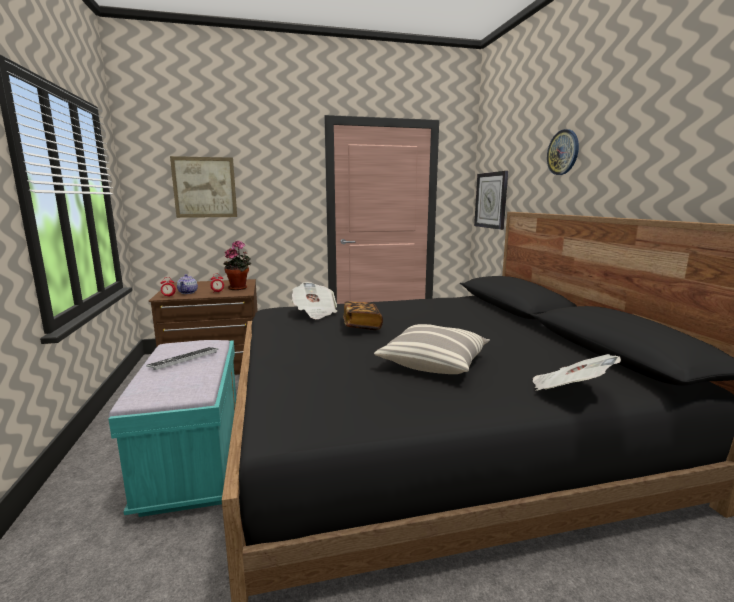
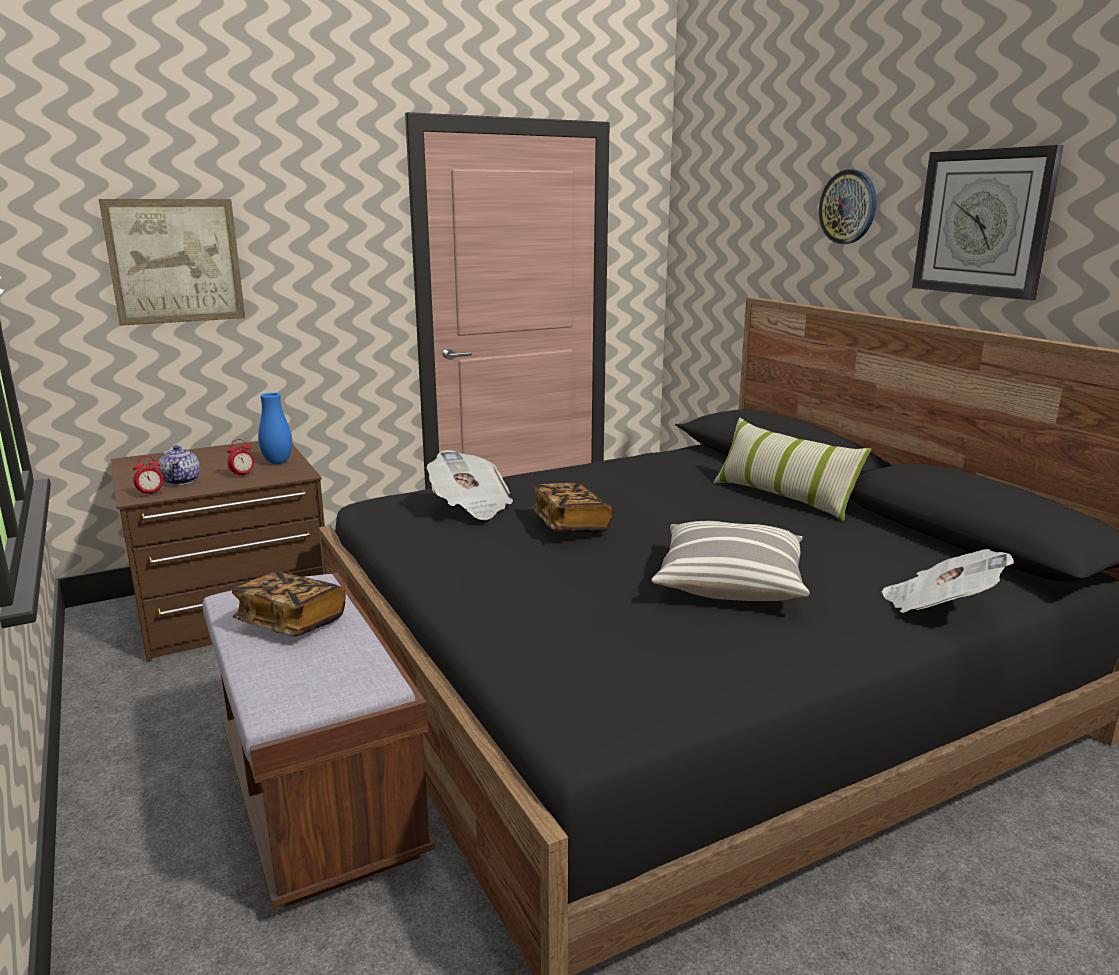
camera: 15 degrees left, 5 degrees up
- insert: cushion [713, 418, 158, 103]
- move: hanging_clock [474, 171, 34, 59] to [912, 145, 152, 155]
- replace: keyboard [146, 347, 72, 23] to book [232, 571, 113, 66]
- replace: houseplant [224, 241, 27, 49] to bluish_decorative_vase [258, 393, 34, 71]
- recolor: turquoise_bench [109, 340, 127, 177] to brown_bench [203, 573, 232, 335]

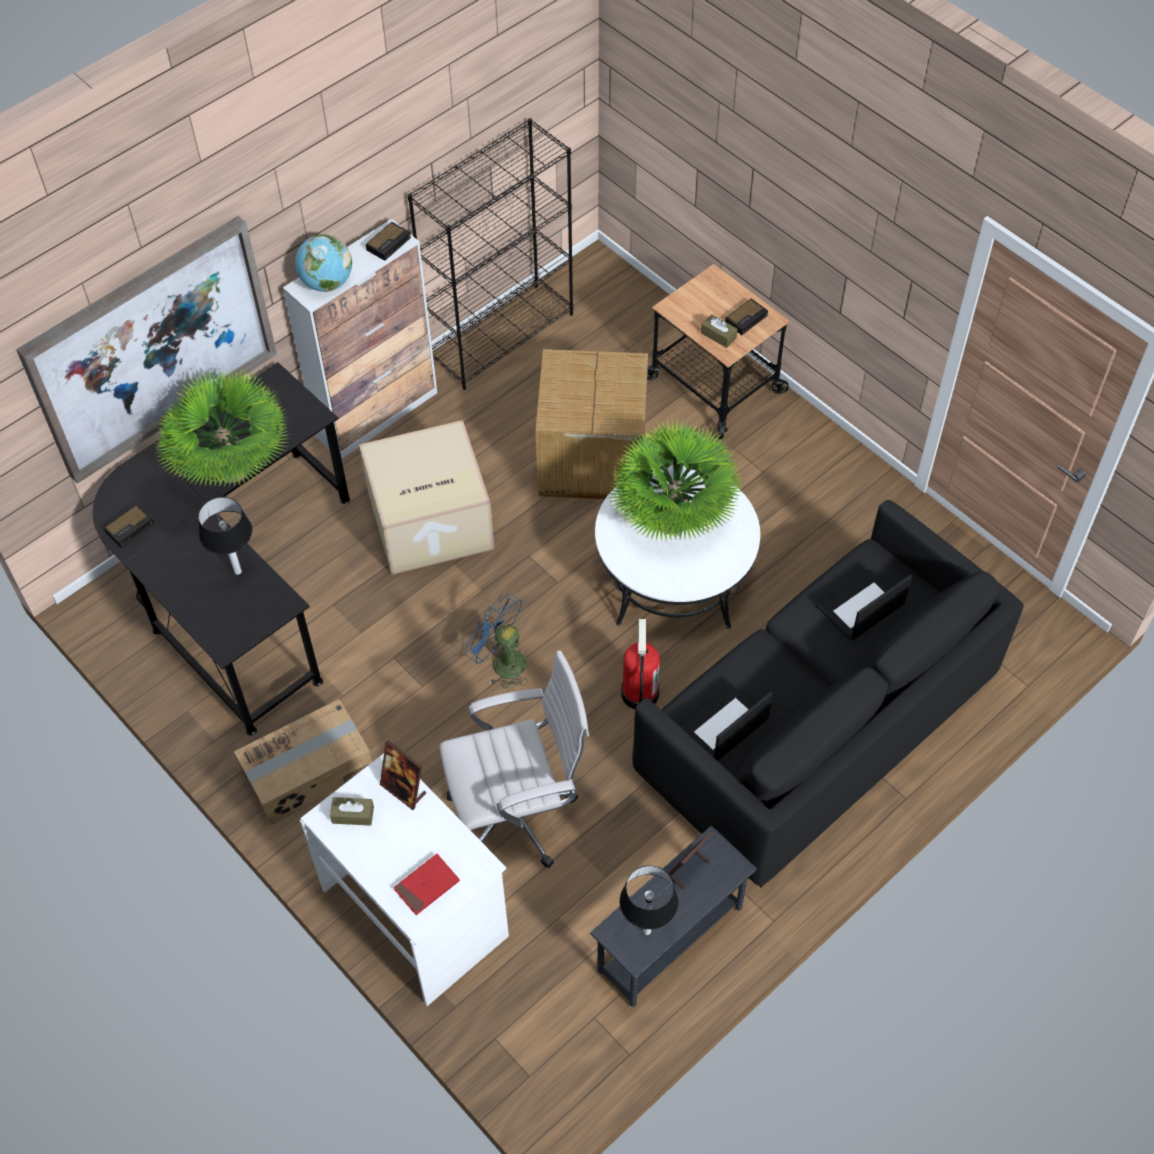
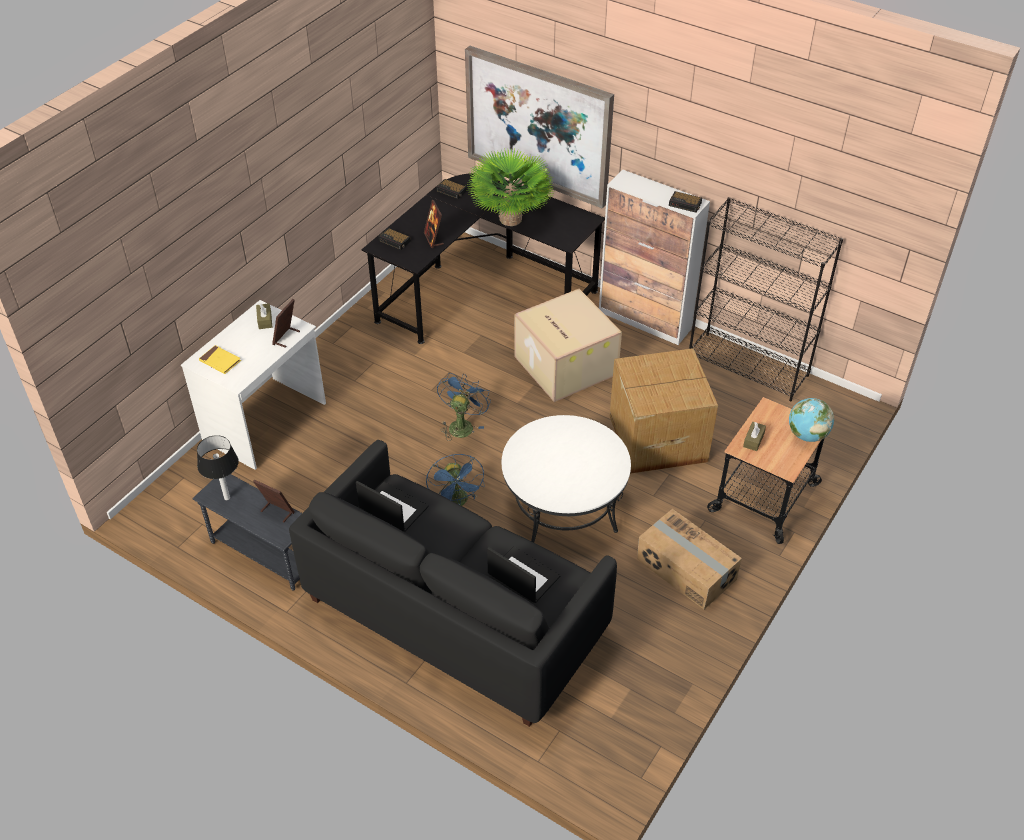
camera: 75 degrees right, 10 degrees down
- delete: white_computer_chair [440, 650, 149, 218]
- delete: houseplant [607, 419, 135, 123]
- move: packing_box [234, 699, 138, 126] to [637, 509, 105, 100]
- move: world_globe [295, 234, 57, 58] to [789, 398, 45, 44]
- move: table_clock [725, 298, 43, 37] to [378, 228, 33, 22]
- replace: table_lamp [198, 497, 54, 78] to picture_frame [424, 200, 20, 48]
- replace: fire_extinguisher [621, 619, 39, 90] to bluish_fan [426, 454, 59, 52]
- recolor: red_book [394, 854, 66, 61] to yellow_book [199, 345, 42, 29]

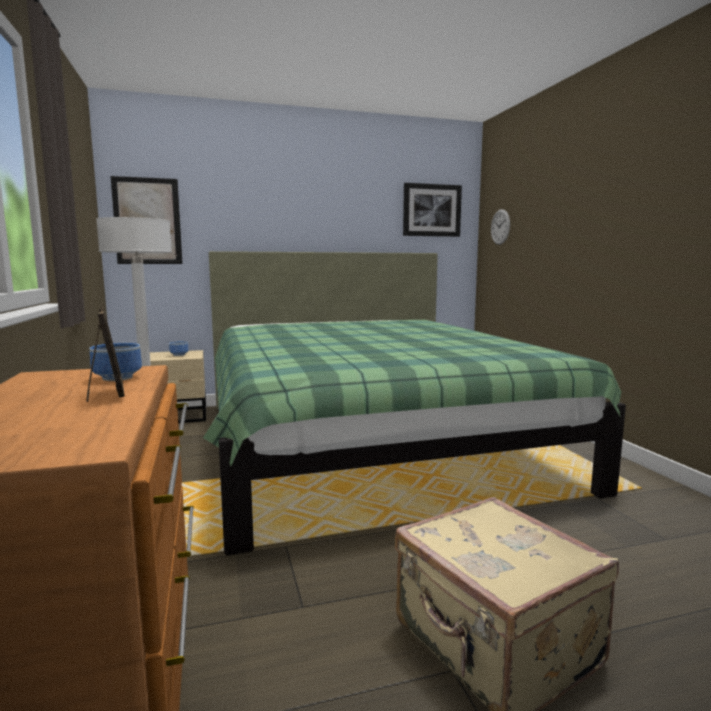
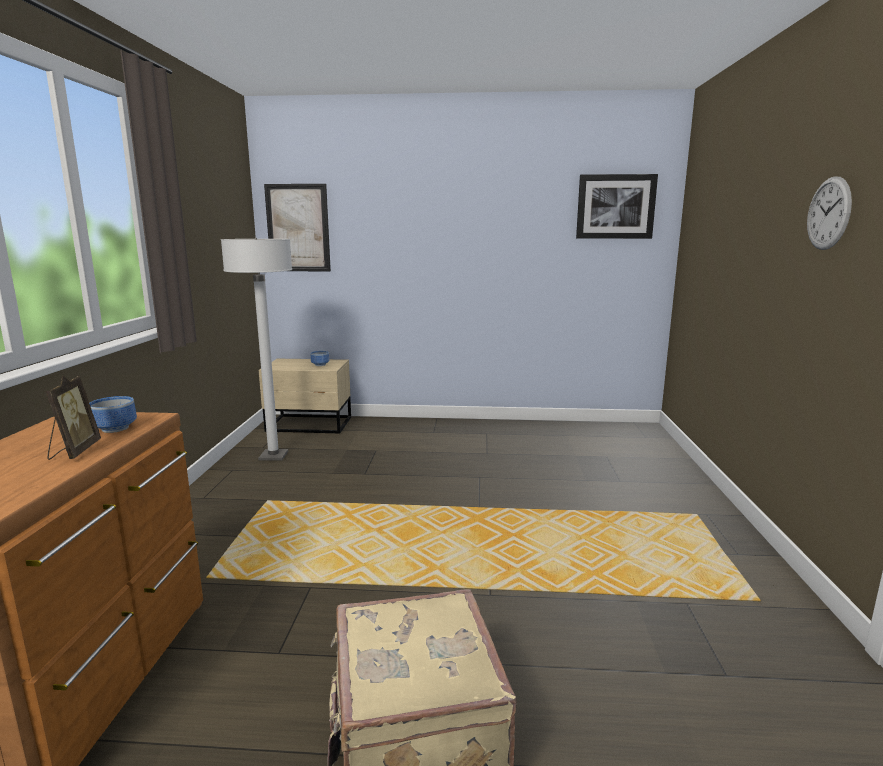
camera: 20 degrees right, 5 degrees up
- delete: greenish_bedroom_bed [203, 251, 423, 304]
- move: hanging_clock [491, 209, 19, 36] to [807, 176, 45, 74]

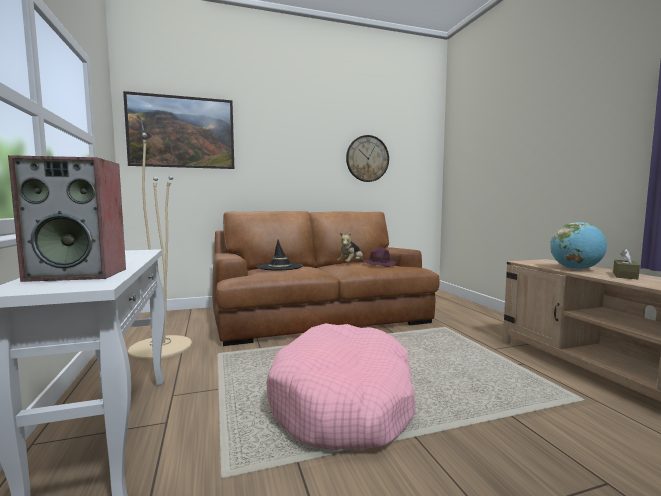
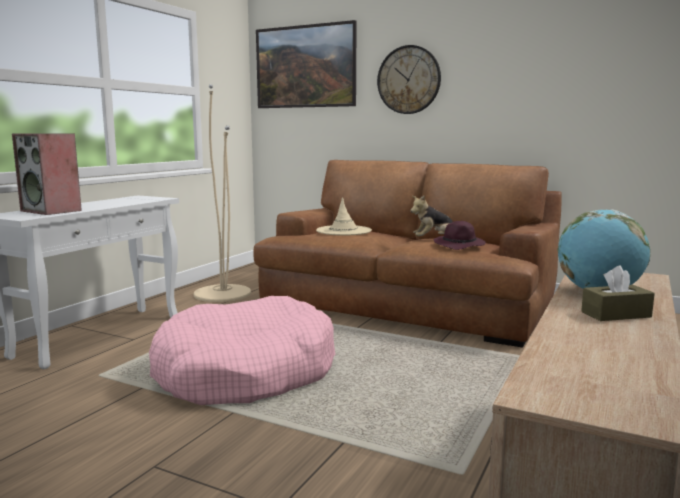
camera: 45 degrees right, 5 degrees up
- move: hanging_clock [346, 135, 43, 47] to [377, 45, 64, 69]
- recolor: black-coloured_hat [257, 239, 46, 32] to beige-coloured_hat [316, 197, 56, 39]

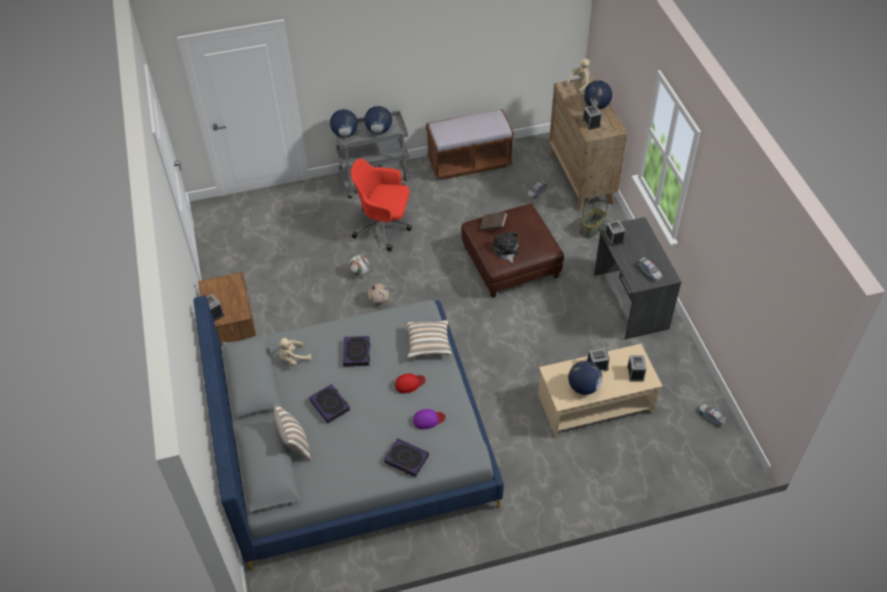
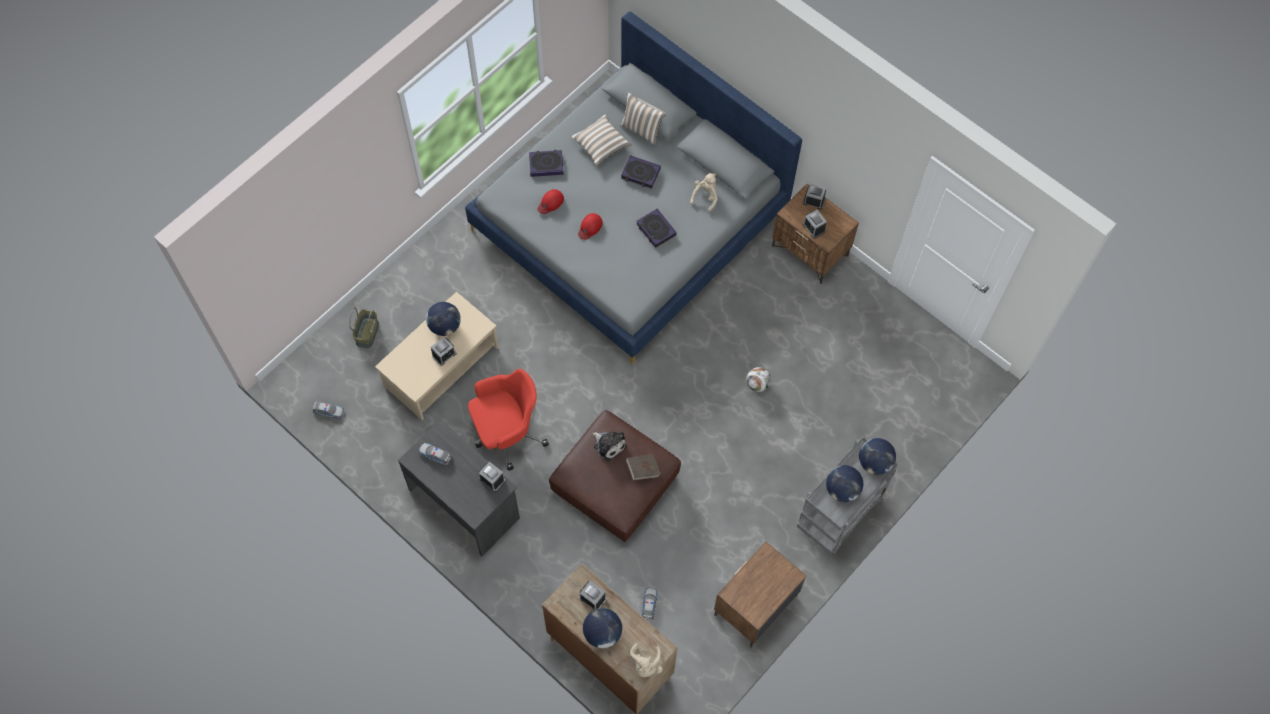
camera: 145 degrees right, 15 degrees up
- delete: football_ball [368, 284, 21, 21]
- move: red_computer_chair [351, 158, 61, 93] to [468, 369, 81, 102]
- move: cushion [405, 320, 47, 39] to [571, 114, 61, 52]
- move: basket [579, 197, 28, 42] to [349, 307, 30, 41]
- move: table_clock [627, 356, 19, 26] to [803, 210, 24, 29]
- replace: brown_bench [426, 109, 88, 71] to brown_bedside_table [714, 542, 93, 106]
- recolor: purple_cap [413, 409, 33, 20] to red_cap [538, 189, 26, 25]

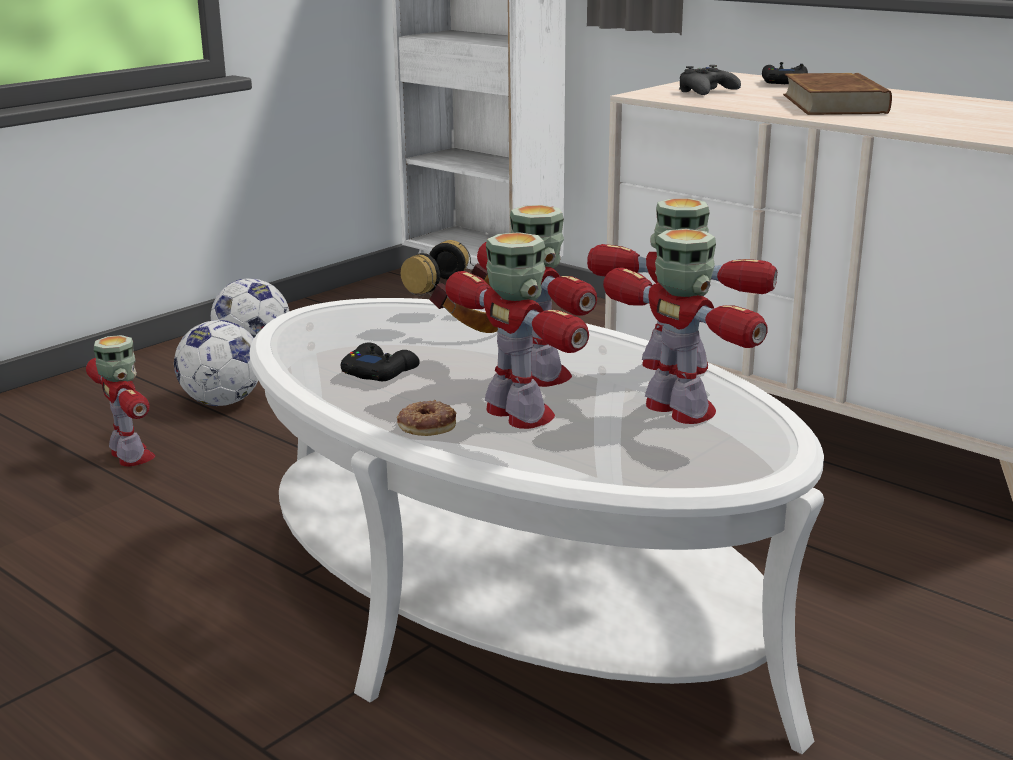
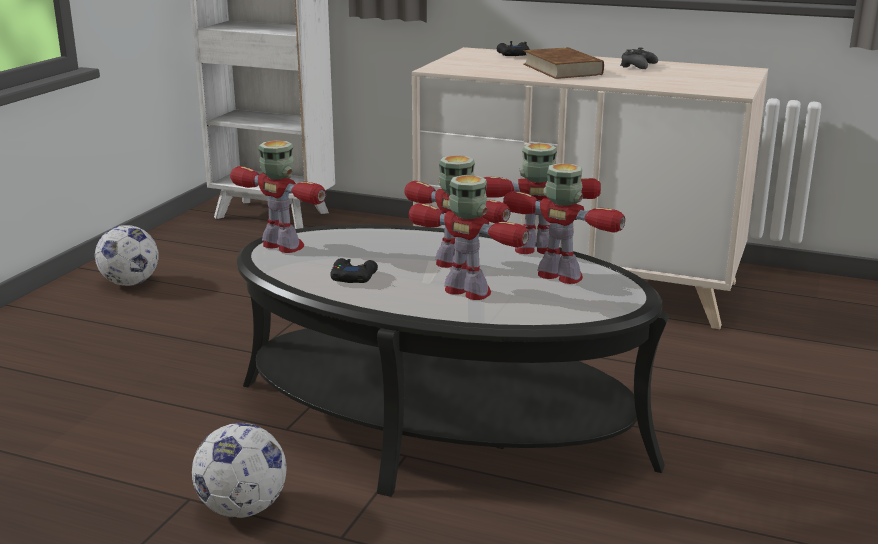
camera: 20 degrees left, 0 degrees up
- delete: ring_doughnut [397, 400, 59, 36]
- delete: pair_of_headphones [401, 240, 97, 93]
- move: toy_robot [86, 335, 69, 132] to [230, 140, 96, 113]
- move: football_ball [174, 320, 84, 86] to [192, 423, 95, 95]
- move: black-coloured_joypad [679, 65, 62, 30] to [620, 48, 38, 21]
- recolor: white_lounge_table [249, 298, 575, 456] to black-coloured_lounge_table [237, 225, 432, 272]

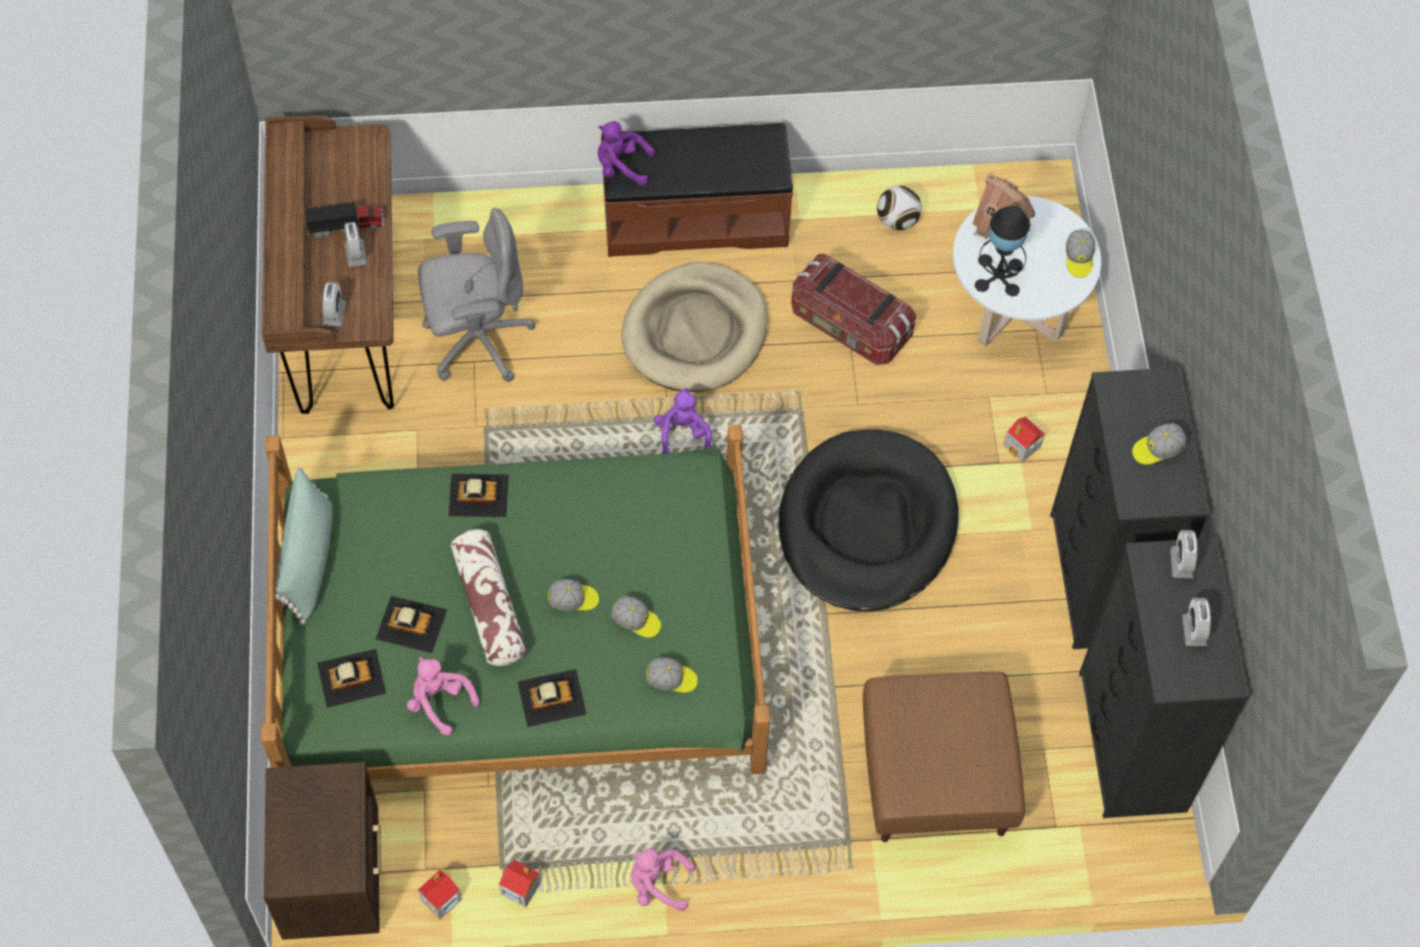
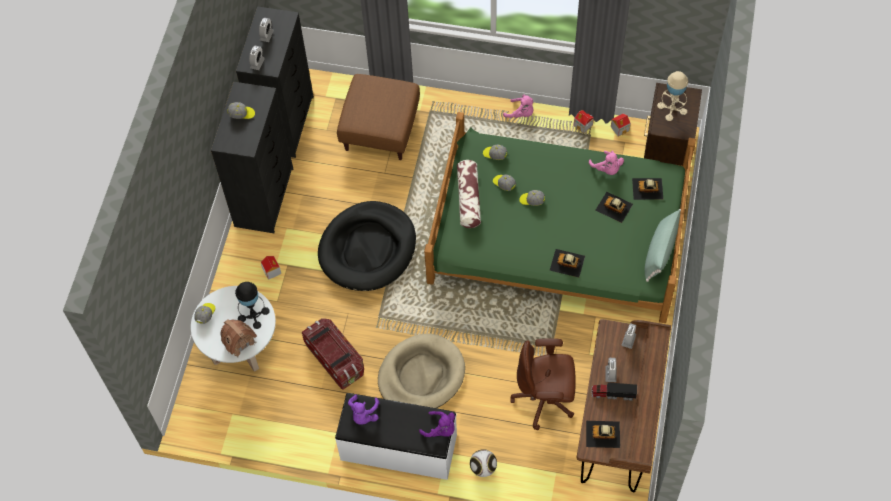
camera: 160 degrees left, 0 degrees up
- insert: beige-coloured_table_lamp [657, 71, 31, 50]
- move: cushion [451, 529, 76, 137] to [457, 160, 24, 68]
- move: model_car [517, 669, 70, 58] to [586, 421, 34, 27]
- move: purple_cuddly_toy [654, 387, 58, 67] to [348, 394, 31, 30]
- move: football_ball [877, 186, 45, 44] to [470, 449, 27, 28]
- recolor: gray_computer_chair [418, 208, 117, 174] to brown_computer_chair [510, 338, 66, 92]
- recolor: brown_bench [601, 123, 192, 134] to white_bench [335, 393, 122, 87]

